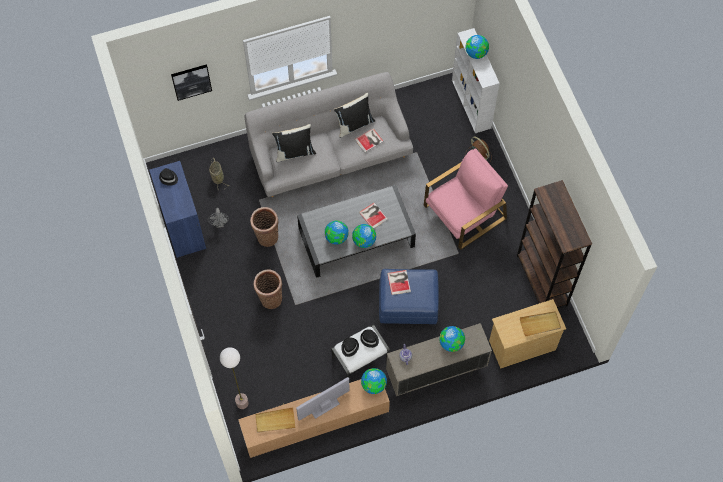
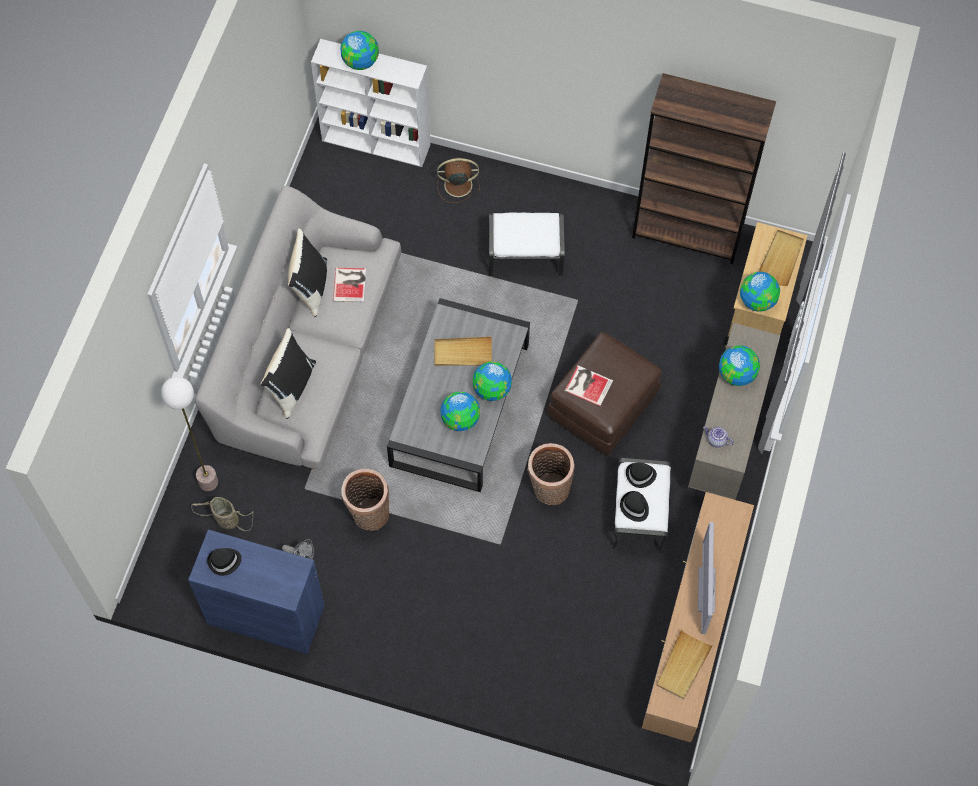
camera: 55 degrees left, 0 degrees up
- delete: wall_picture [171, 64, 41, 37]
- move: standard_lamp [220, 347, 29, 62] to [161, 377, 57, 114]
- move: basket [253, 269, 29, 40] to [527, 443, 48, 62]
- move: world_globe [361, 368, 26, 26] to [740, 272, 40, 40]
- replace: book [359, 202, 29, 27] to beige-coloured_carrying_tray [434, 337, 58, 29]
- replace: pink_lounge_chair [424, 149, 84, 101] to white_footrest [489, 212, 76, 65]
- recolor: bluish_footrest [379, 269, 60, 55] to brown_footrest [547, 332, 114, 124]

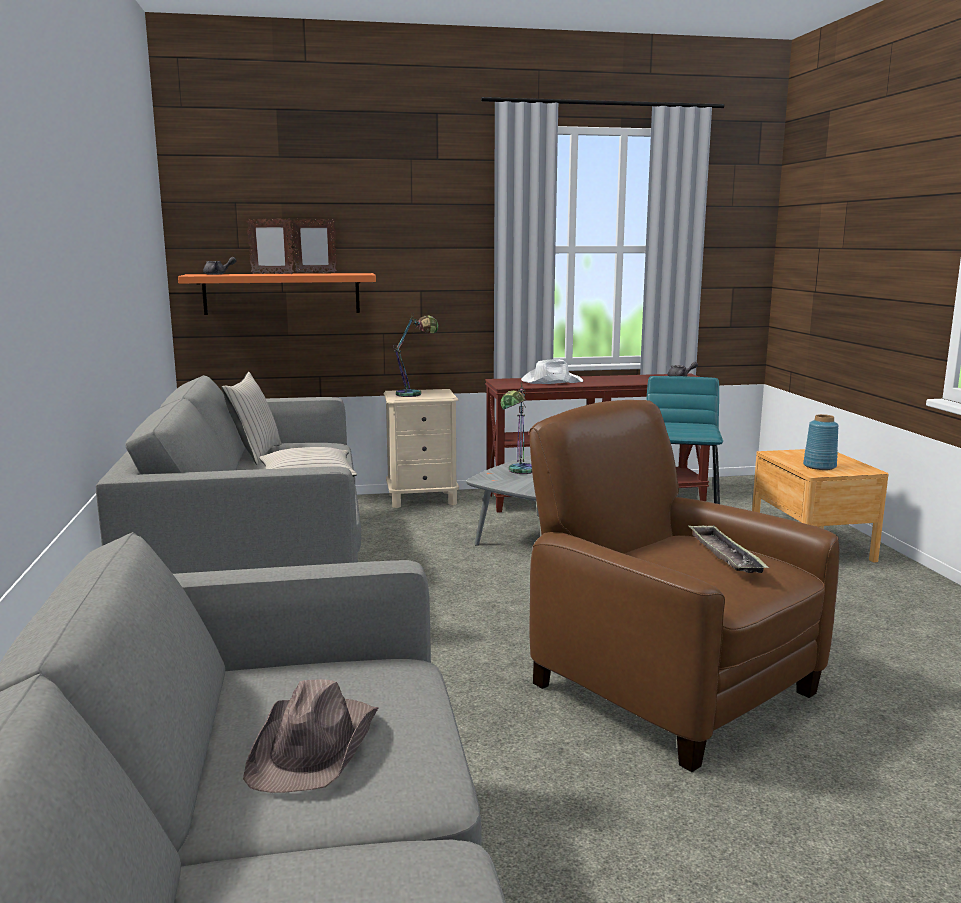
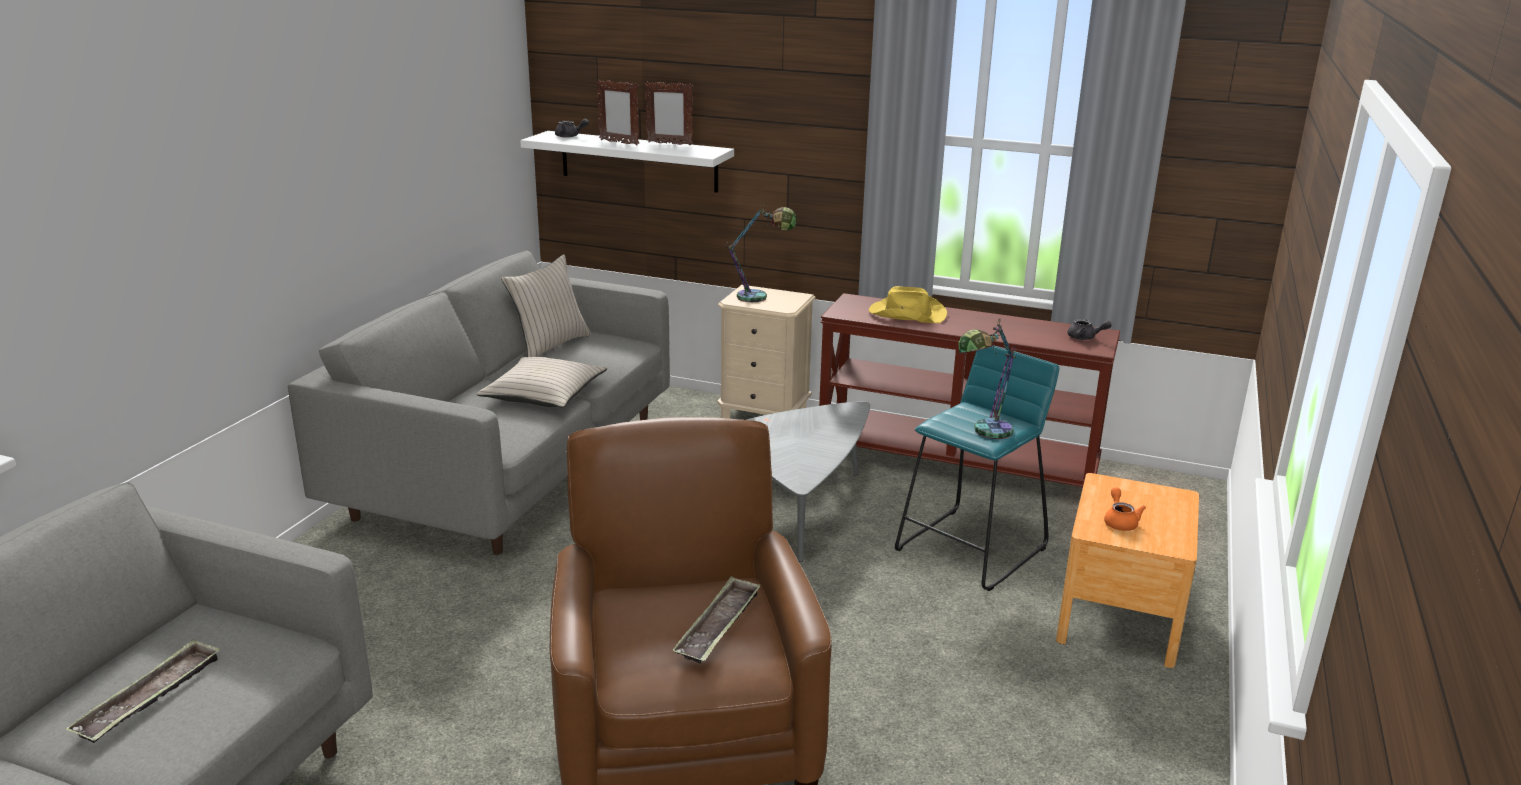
camera: 30 degrees right, 10 degrees up
- move: table_lamp [501, 382, 31, 92] to [958, 318, 58, 121]
- replace: brown_hat [243, 679, 136, 114] to carrying_tray [66, 639, 155, 104]
- replace: bluish_decorative_vase [803, 414, 36, 56] to orange_pot_for_tea [1104, 487, 42, 44]
- recolor: orange_wall_shelf [178, 273, 198, 42] to white_wall_shelf [520, 131, 214, 62]
- recolor: white_hat [521, 359, 62, 25] to yellow_hat [869, 286, 78, 37]

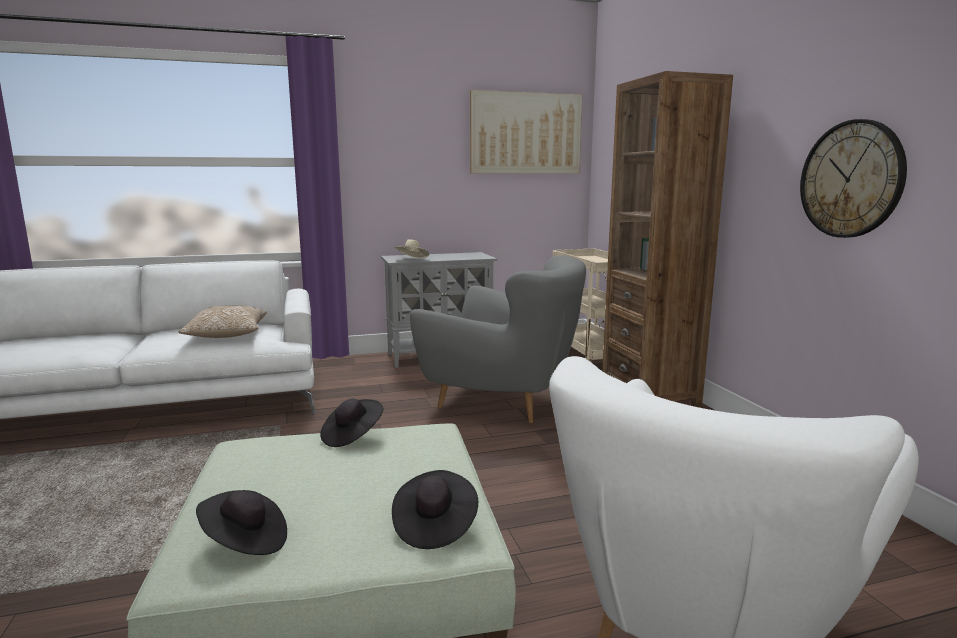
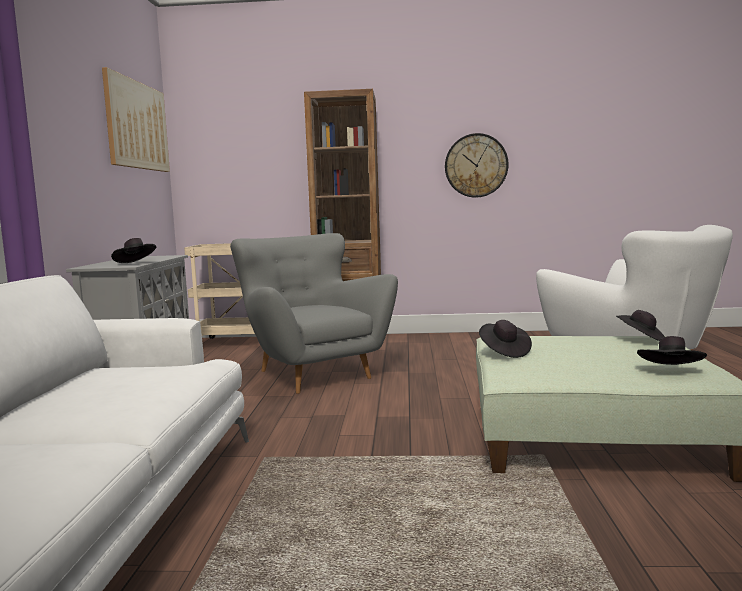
camera: 70 degrees left, 5 degrees down
- delete: cushion [179, 305, 88, 33]
- recolor: beige-coloured_hat [395, 240, 34, 18] to black-coloured_hat [111, 238, 45, 25]
- rotate: gray_lounge_chair [410, 255, 176, 168] = [230, 233, 168, 161] 75 degrees counterclockwise

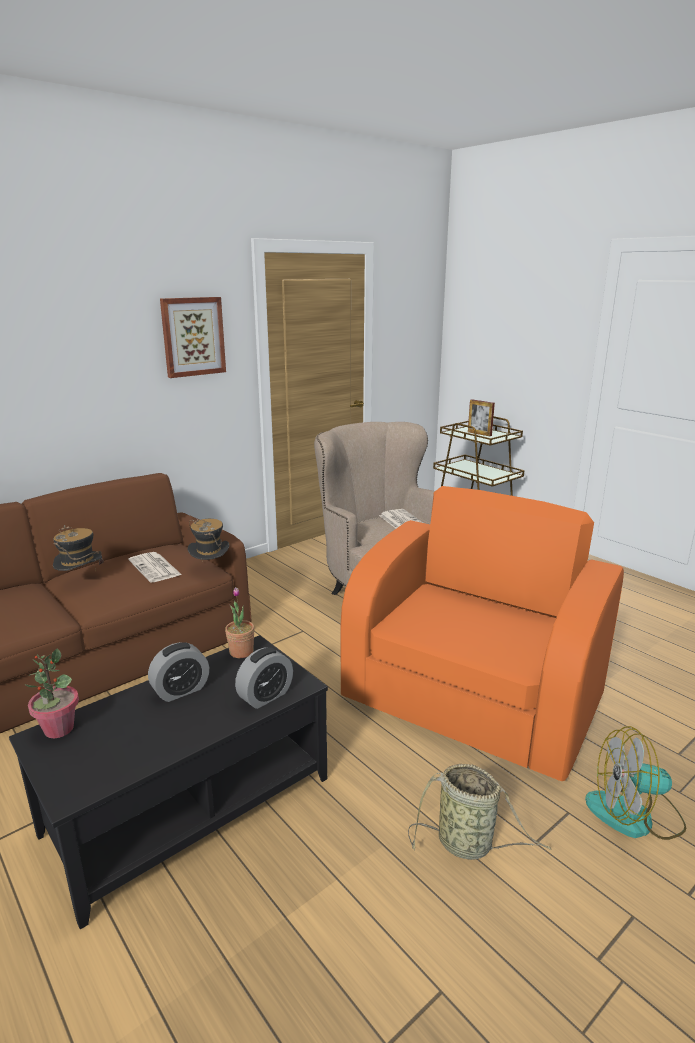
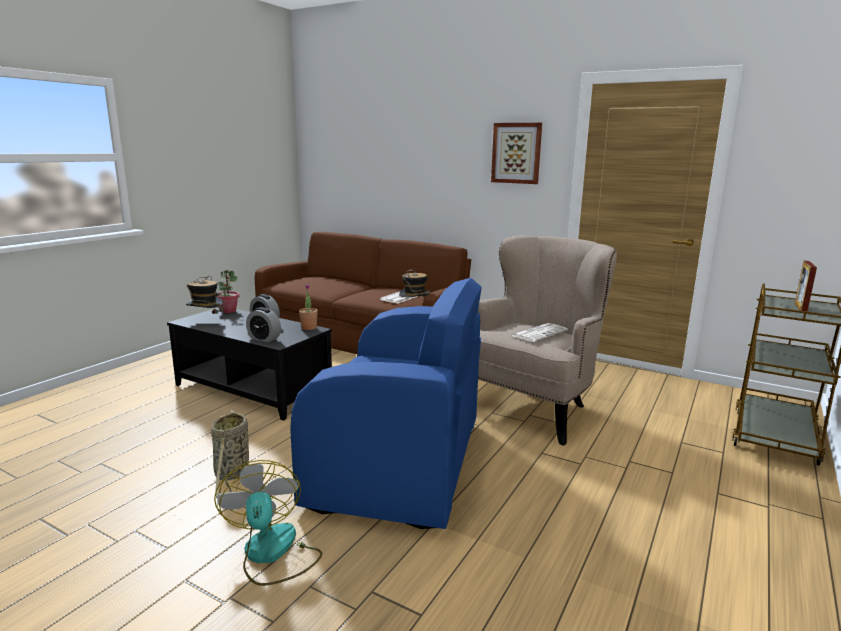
camera: 70 degrees right, 5 degrees down
- move: hat [53, 525, 51, 46] to [186, 276, 39, 45]
- recolor: orange_lounge_chair [340, 486, 284, 295] to bluish_lounge_chair [290, 278, 192, 251]

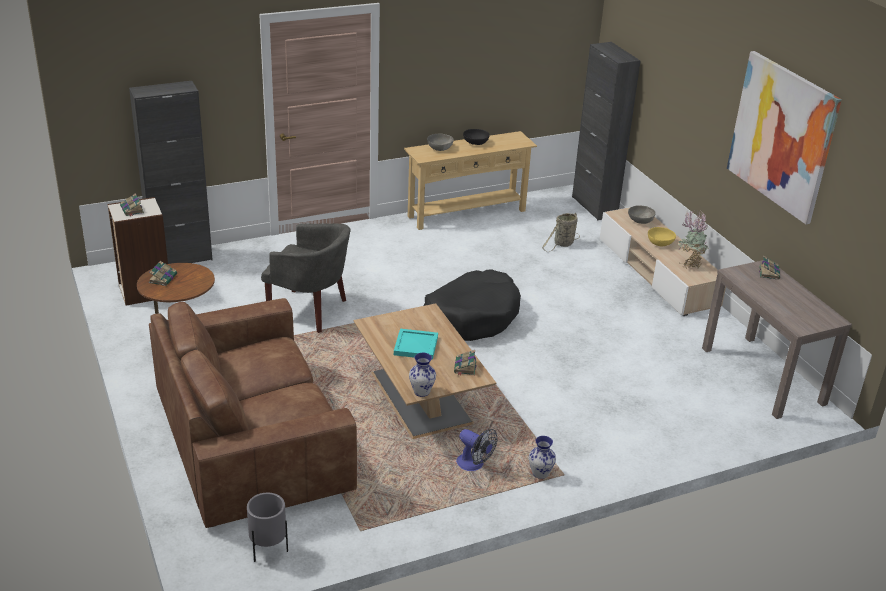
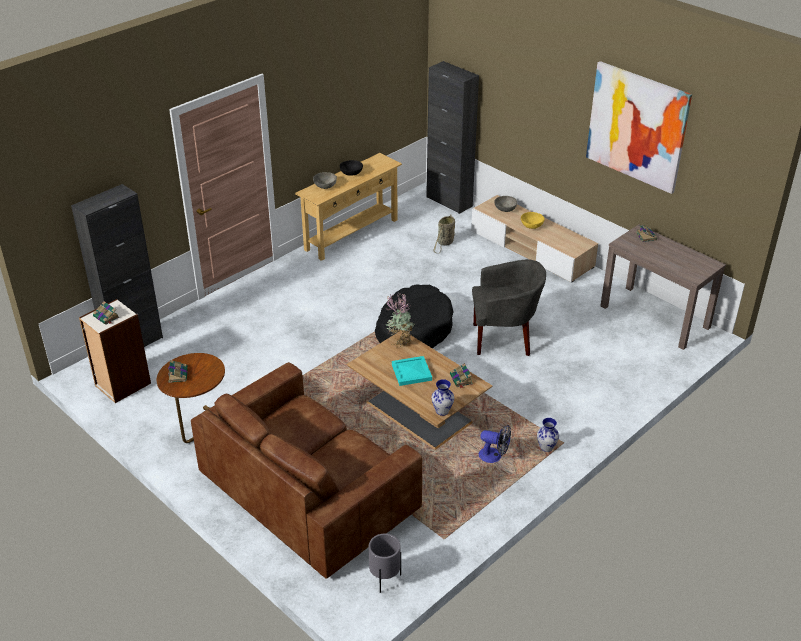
camera: 20 degrees left, 5 degrees up
- move: gray_lounge_chair [261, 223, 90, 110] to [472, 259, 74, 97]
- move: houseplant [678, 211, 30, 57] to [385, 292, 30, 56]

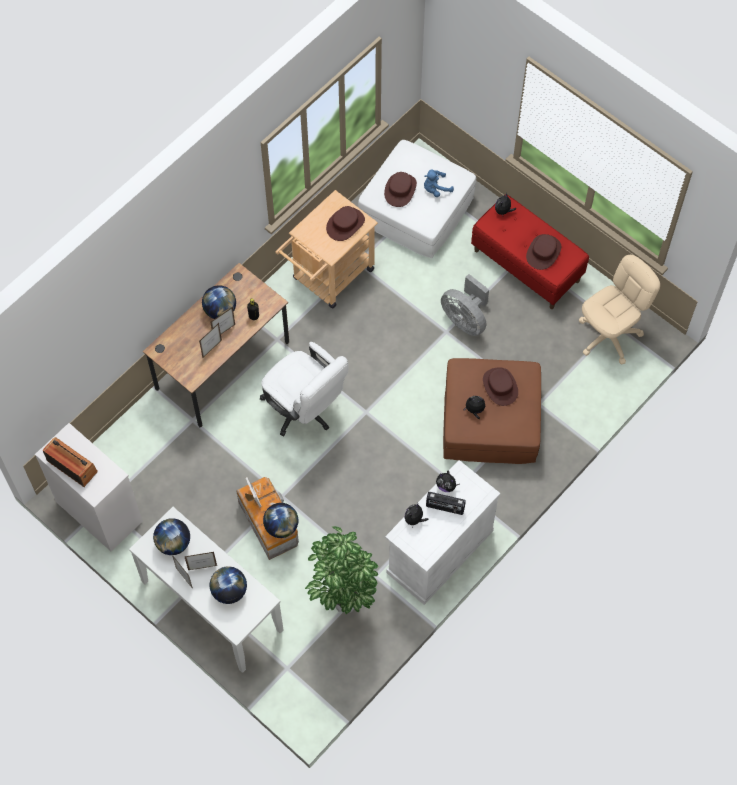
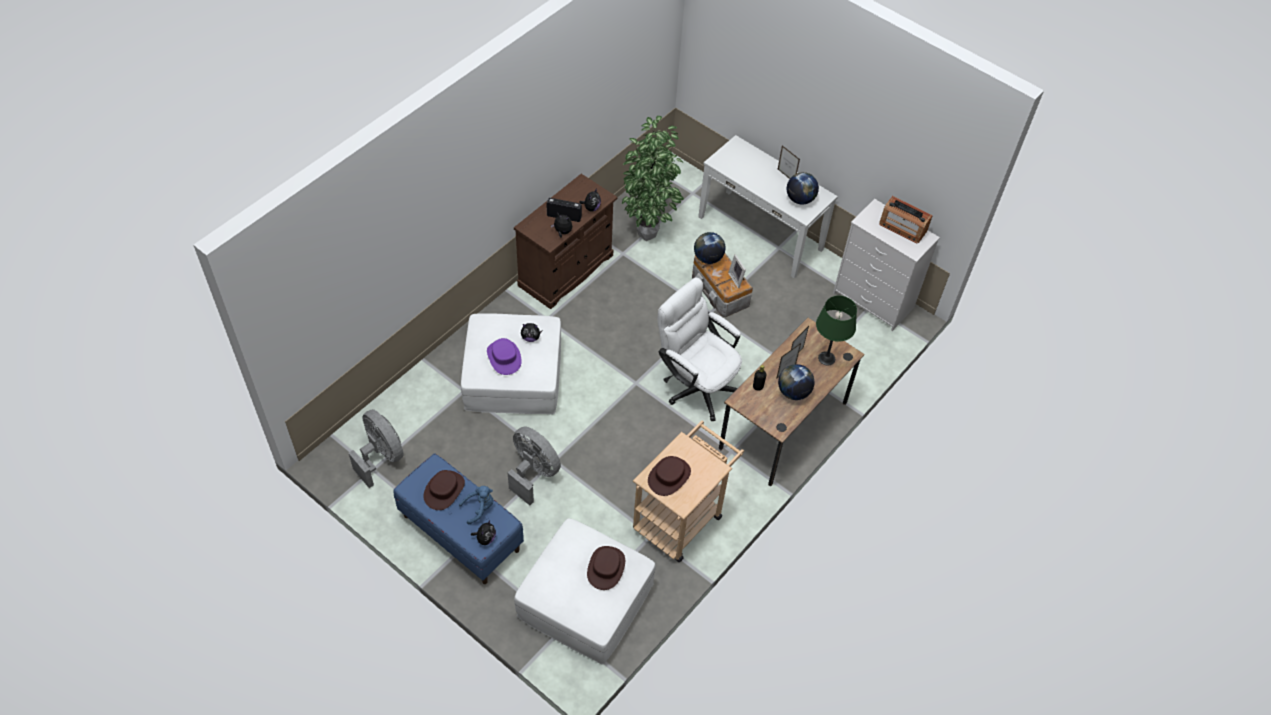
camera: 175 degrees right, 10 degrees down
- delete: picture_frame [185, 552, 32, 18]
- delete: world_globe [210, 566, 37, 38]
- insert: greenish_table_lamp [816, 296, 41, 70]
- move: bluish_cuddly_toy [424, 170, 30, 27] to [459, 486, 35, 38]
- replace: beige-coloured_computer_chair [579, 255, 81, 110] to gray_fan [349, 409, 55, 79]
- recolor: white_cupboard [385, 460, 115, 145] to brown_cupboard [514, 174, 104, 135]
- recolor: brown_footrest [443, 358, 98, 106] to white_footrest [461, 313, 100, 101]
- recolor: red_bench [471, 194, 118, 115] to bluish_bench [394, 453, 130, 131]
- recolor: brown_hat [483, 367, 35, 39] to purple_hat [487, 338, 35, 37]

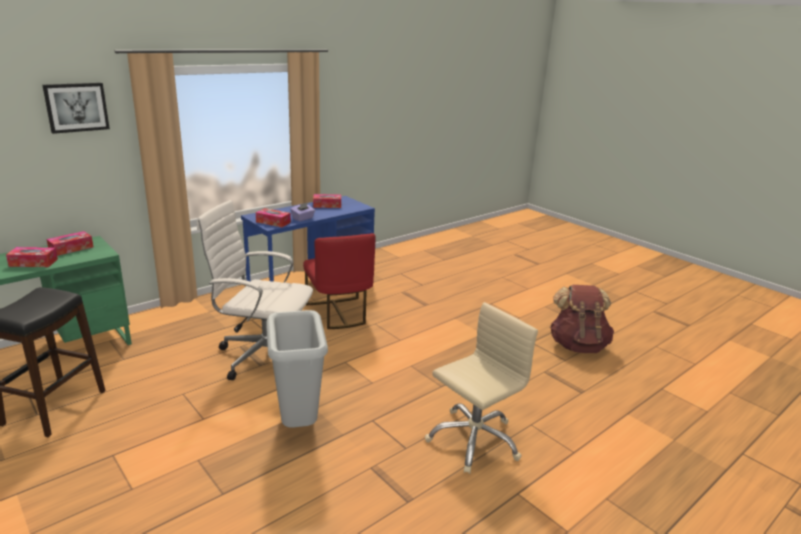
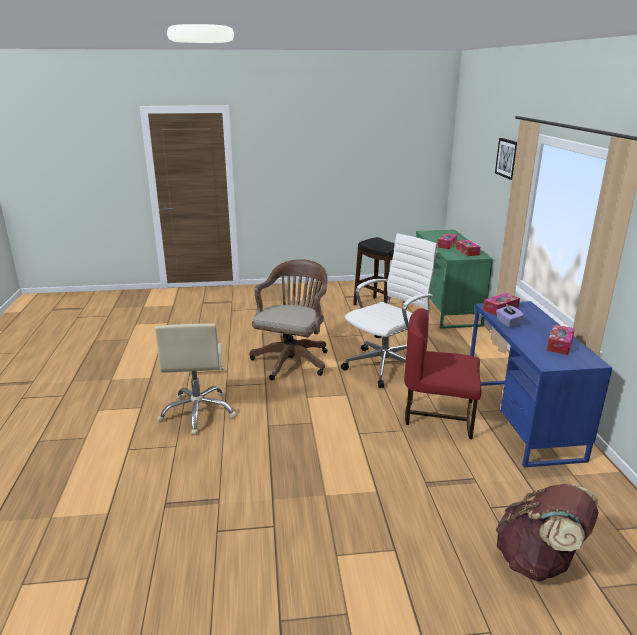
camera: 125 degrees right, 0 degrees up
- move: brown_knapsack [550, 285, 64, 68] to [496, 484, 103, 97]
- replace: gray_trash_can [266, 310, 62, 118] to brown_computer_chair [249, 259, 79, 121]

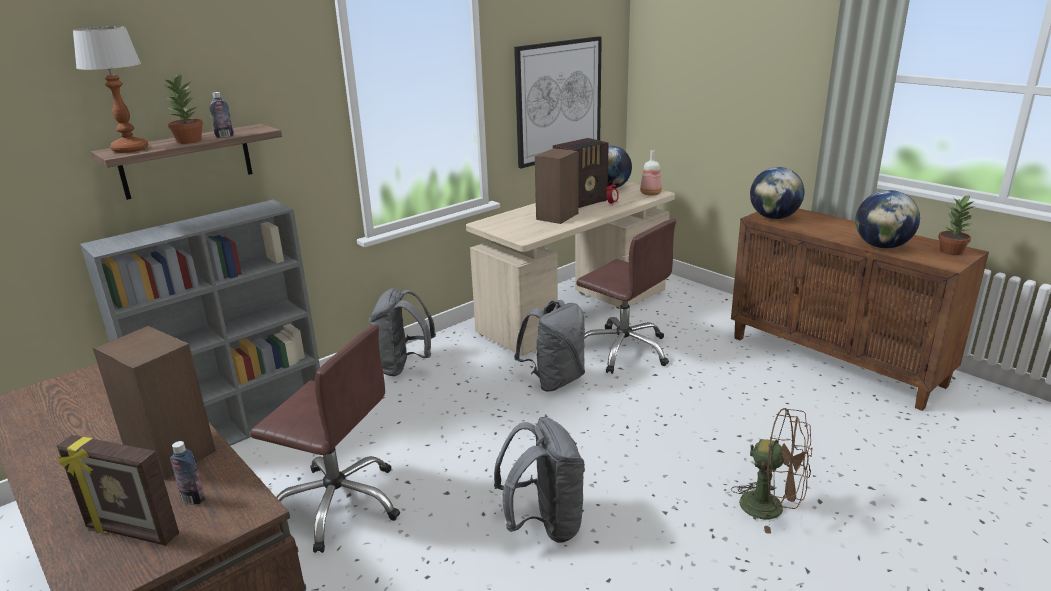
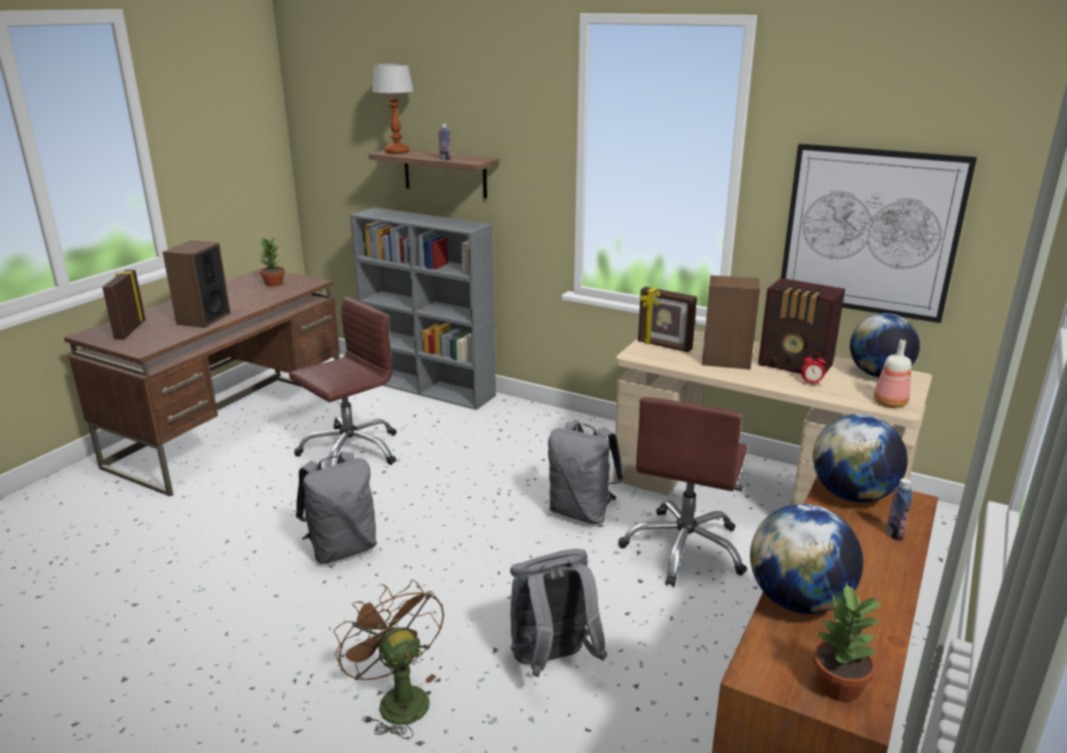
camera: 70 degrees right, 0 degrees up
- insert: picture_frame [638, 287, 59, 65]
- move: houseplant [163, 75, 40, 69] to [259, 237, 26, 50]
- move: beverage_bottle [170, 441, 35, 64] to [886, 478, 27, 62]
- move: gray_knapsack [369, 288, 67, 88] to [510, 549, 98, 128]
- rotate: brown_computer_chair [250, 325, 150, 228] = [289, 296, 107, 171] 135 degrees counterclockwise
- rotate: brown_fan [731, 408, 81, 125] = [333, 579, 111, 160] 135 degrees clockwise

